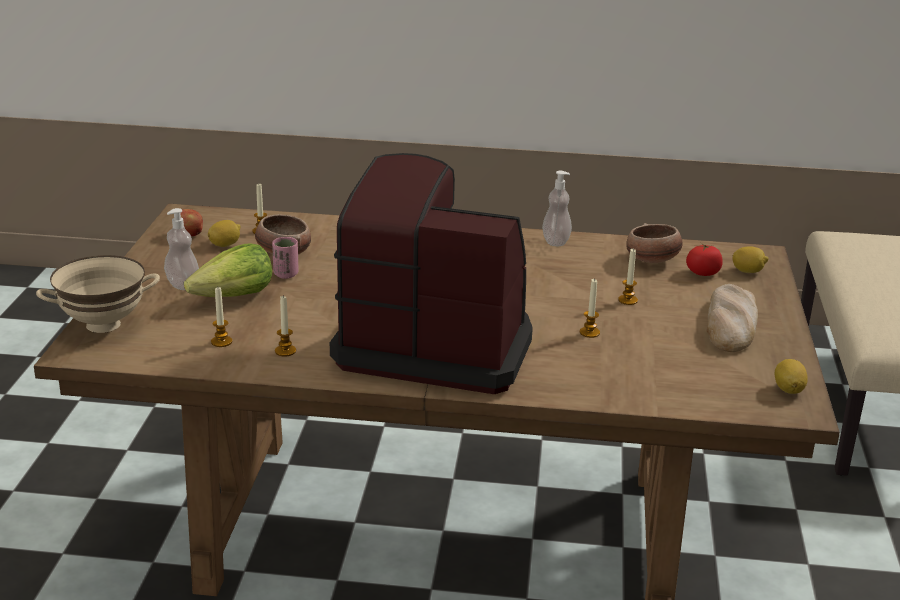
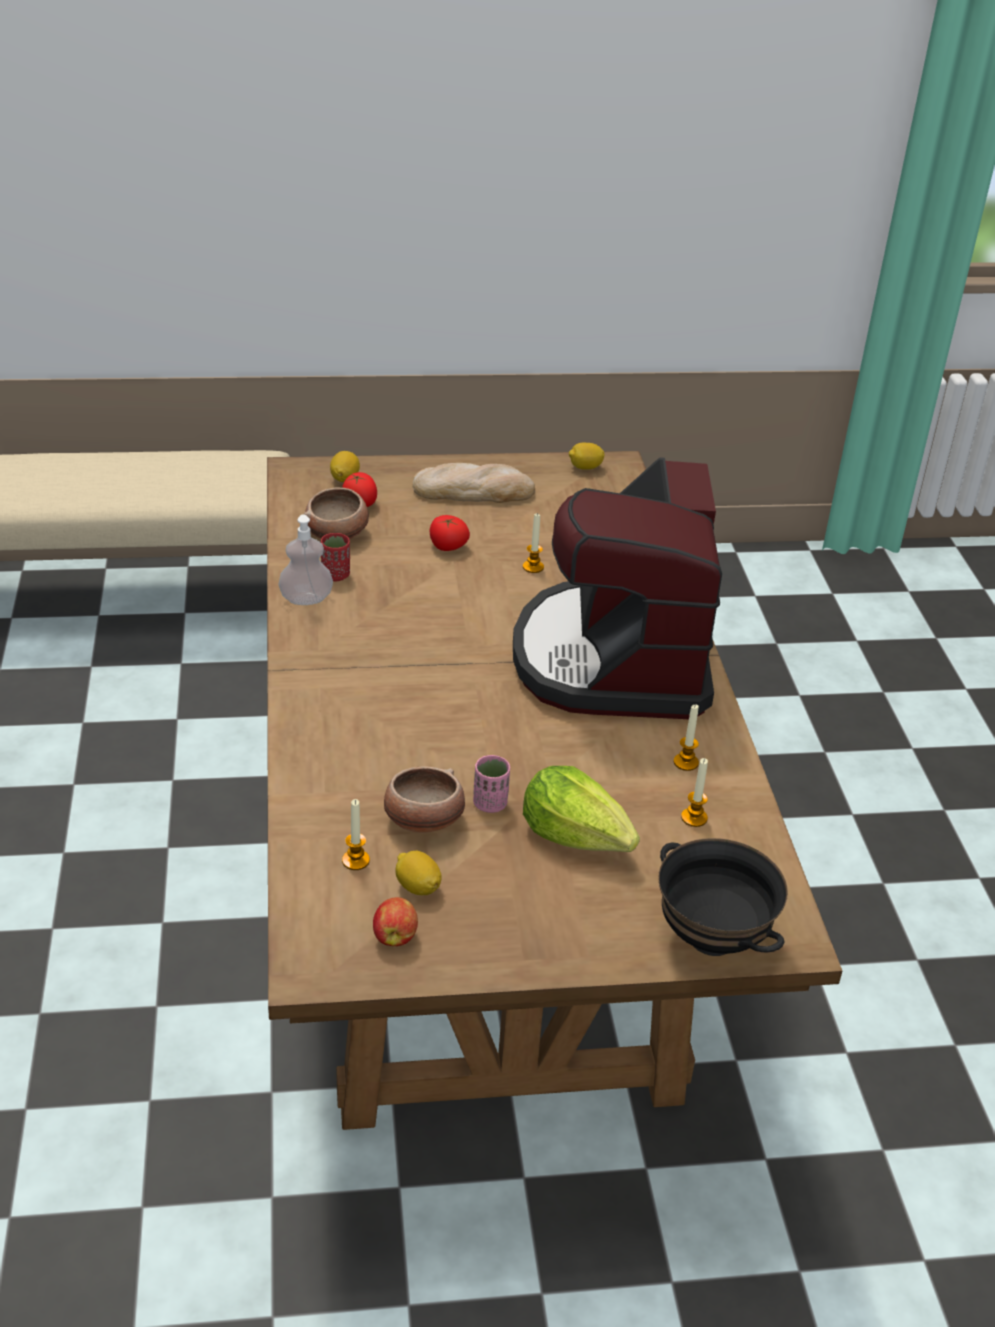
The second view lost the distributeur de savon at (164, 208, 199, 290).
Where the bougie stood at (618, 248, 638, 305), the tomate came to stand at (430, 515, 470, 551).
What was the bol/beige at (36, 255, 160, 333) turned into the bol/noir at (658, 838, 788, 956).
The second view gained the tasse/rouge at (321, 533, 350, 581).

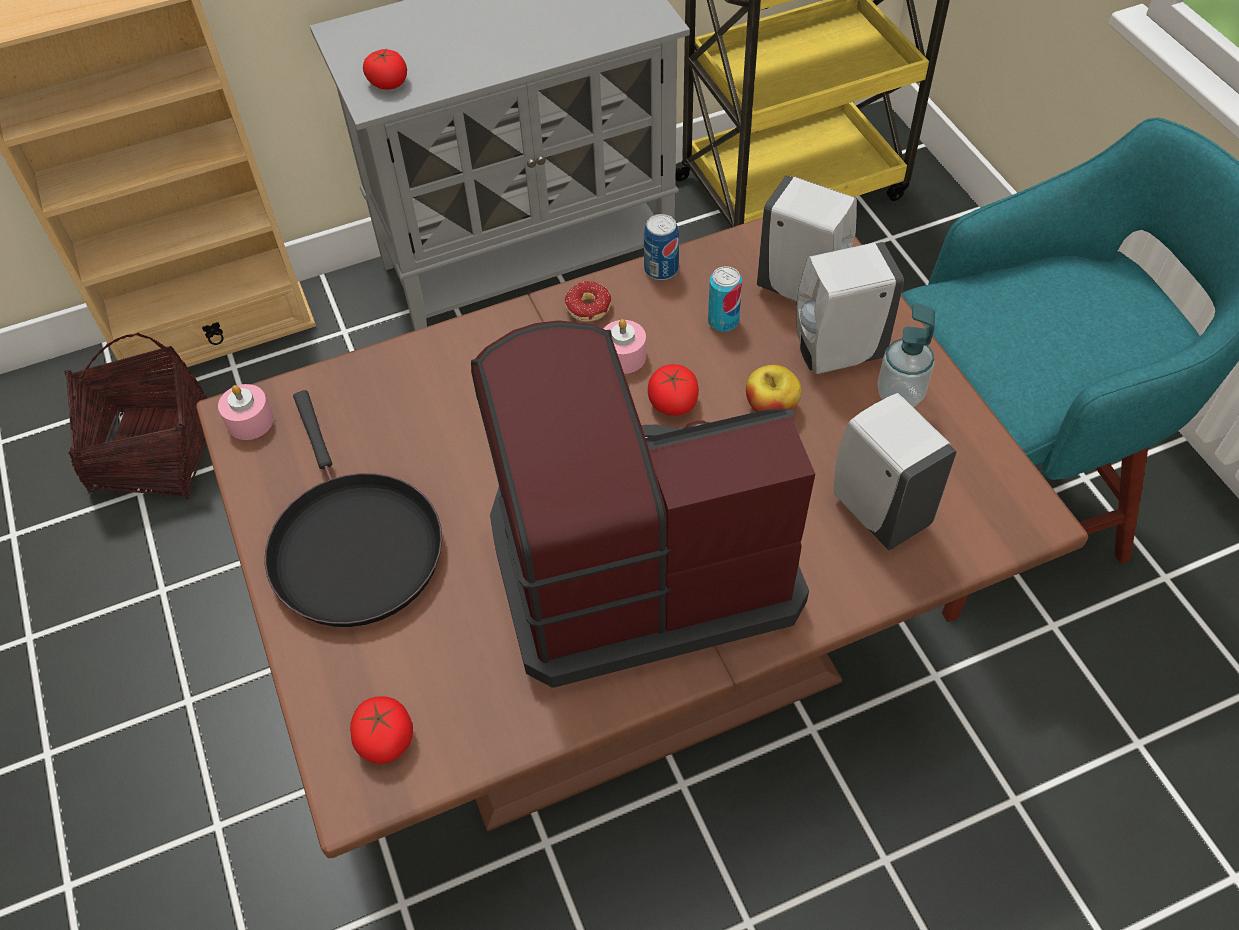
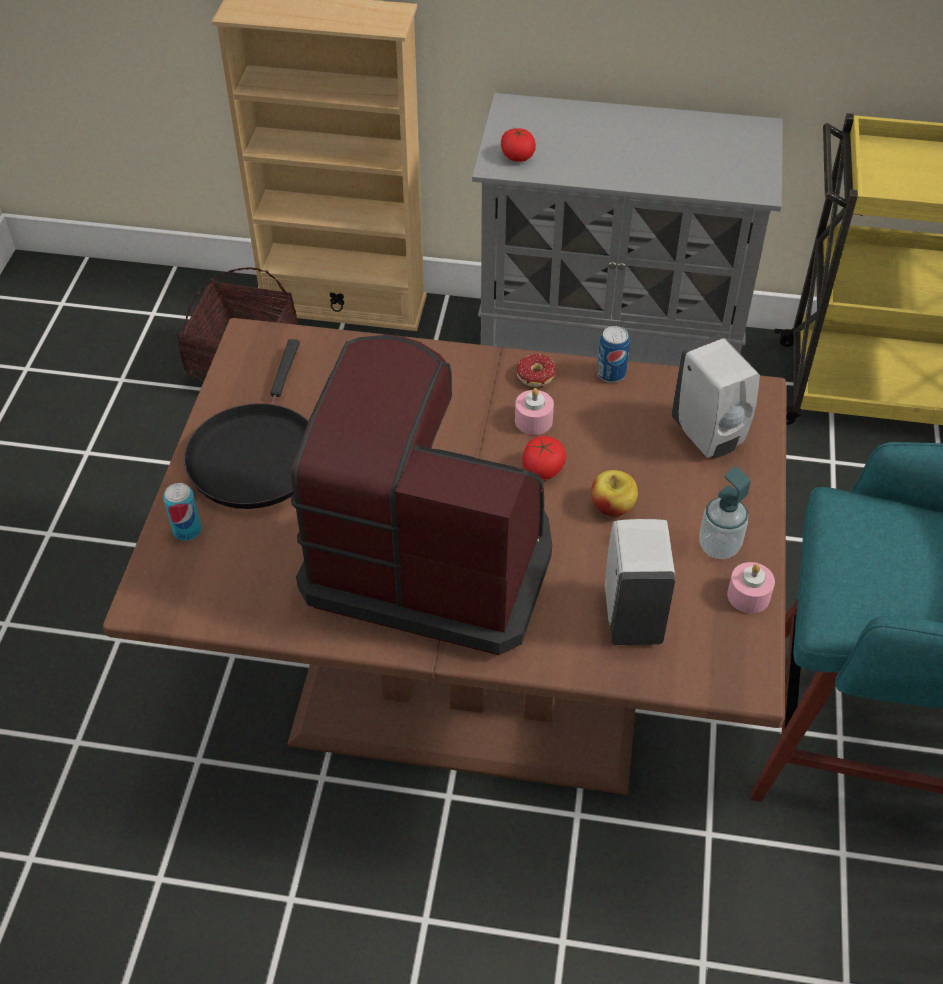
The second view lost the distributeur de savon/blanc at (796, 242, 904, 374).
The boîte métallique ended up elsewhere, having gone from (708, 266, 742, 332) to (163, 483, 202, 541).
The bougie/rose ended up elsewhere, having gone from (218, 384, 274, 440) to (727, 562, 775, 613).
The second view lost the tomate at (350, 696, 413, 764).

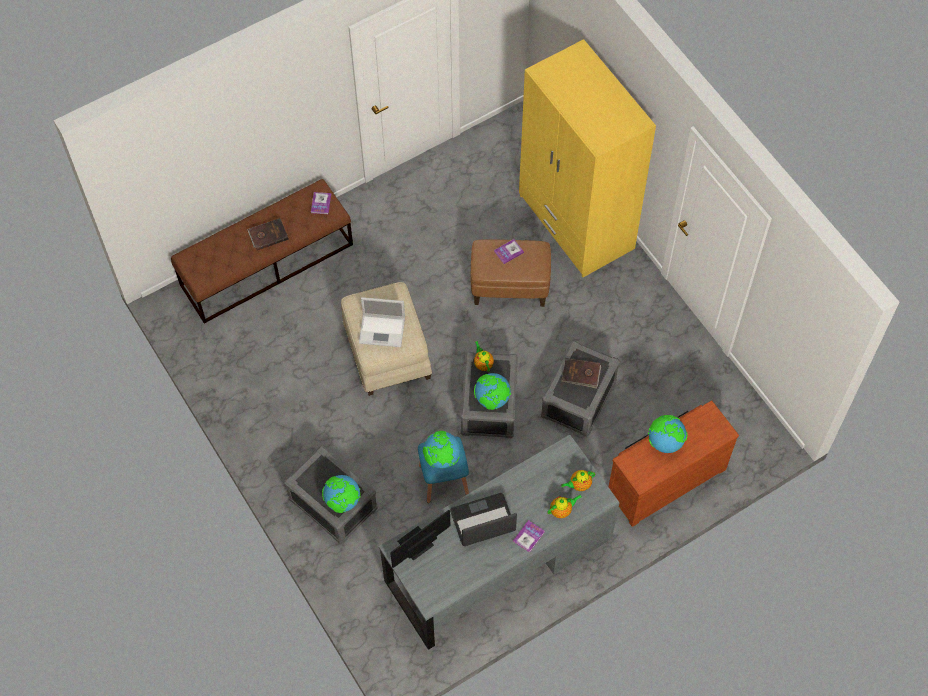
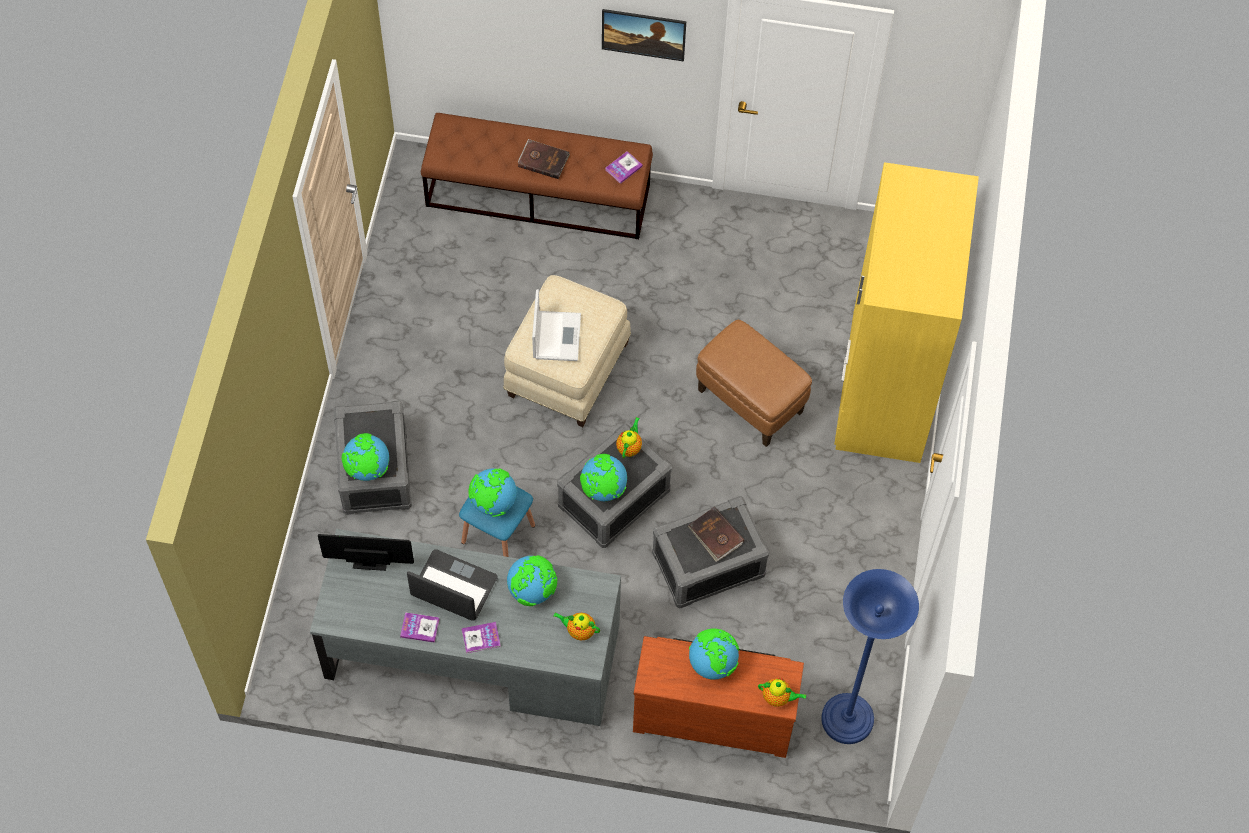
The livre ended up elsewhere, having gone from (494, 239, 524, 264) to (400, 612, 440, 643).
The ordinateur portable at (359, 297, 405, 347) ended up facing another way, 135 degrees counterclockwise from before.
The théière ended up elsewhere, having gone from (547, 495, 581, 518) to (758, 678, 806, 707).
The second view gained the tableau at (602, 9, 686, 62).
The second view gained the globe at (507, 555, 557, 606).
The second view gained the lampadaire/bleu at (821, 569, 919, 744).

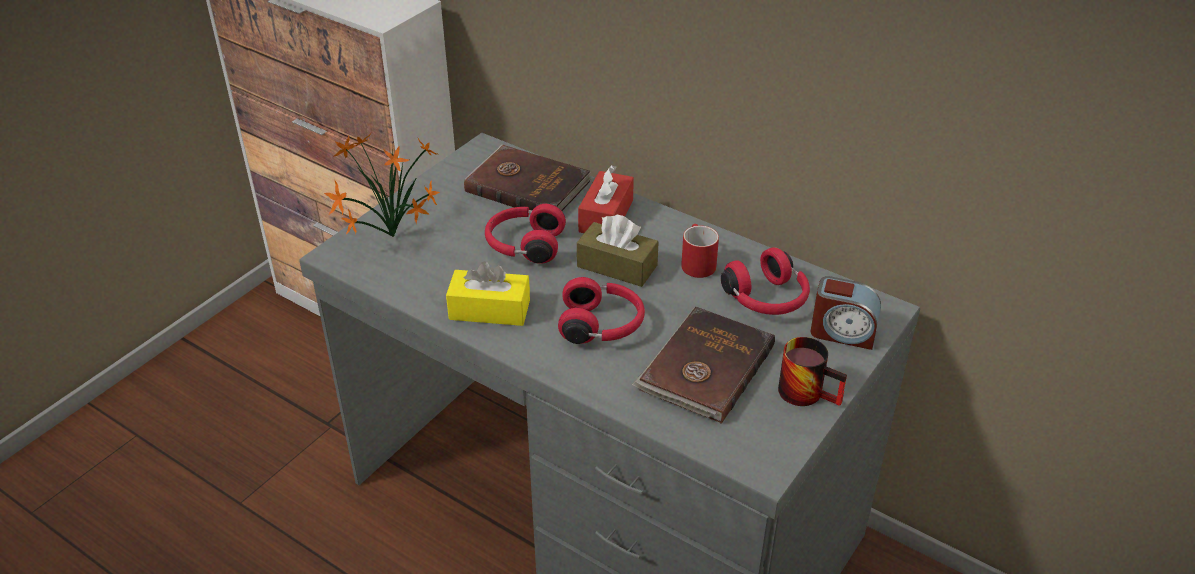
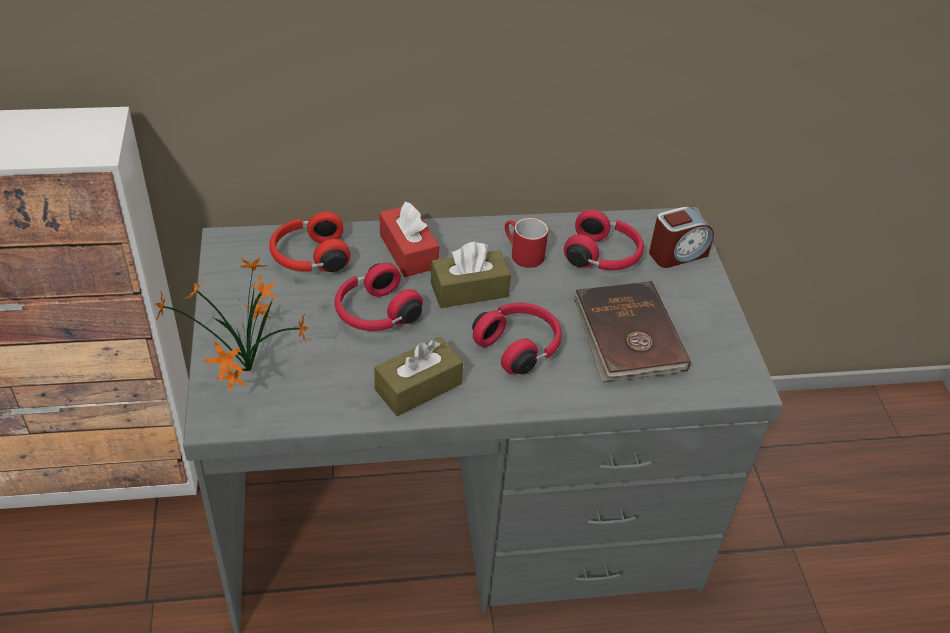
Where the livre/marron stood at (464, 144, 592, 211), the casque audio/rouge came to stand at (269, 212, 350, 272).
What was the boîte à mouchoirs/jaune at (446, 261, 530, 326) turned into the boîte à mouchoirs/marron at (374, 337, 463, 416).
The second view lost the mug at (778, 337, 847, 406).

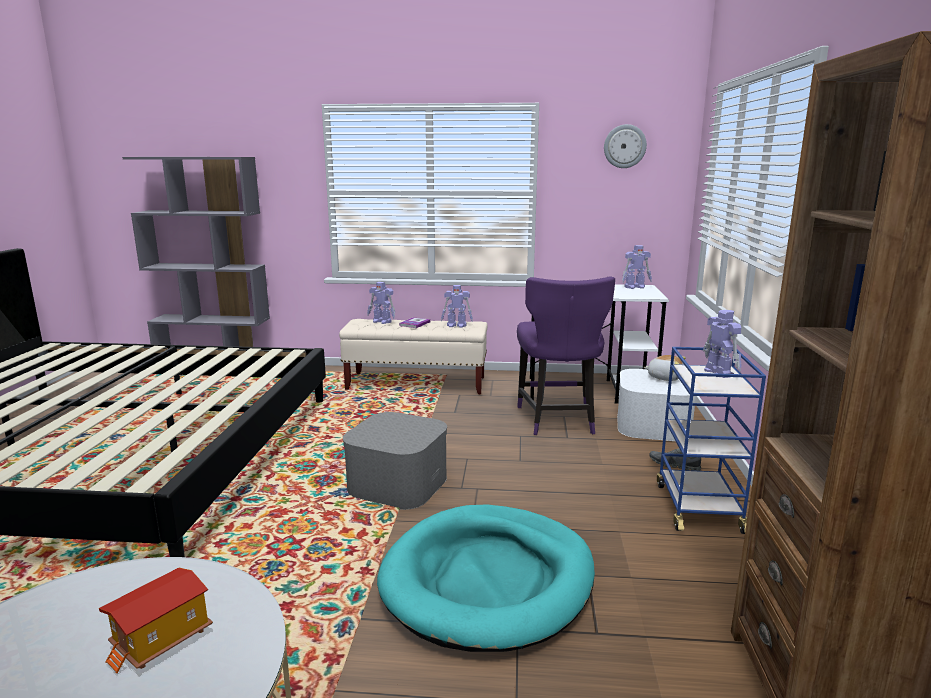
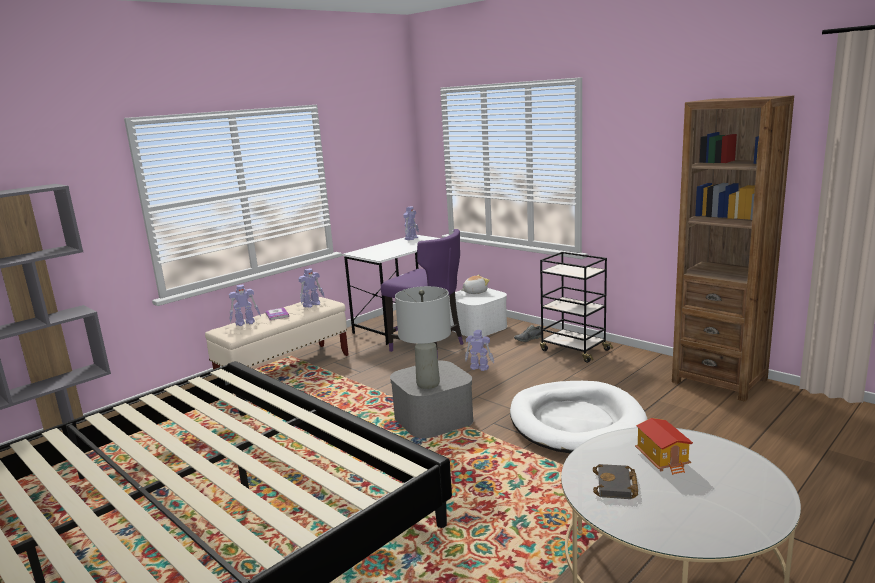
The second view lost the horloge murale at (604, 124, 647, 168).
The robot jouet ended up elsewhere, having gone from (703, 310, 742, 378) to (465, 330, 494, 371).
What was the chariot/bleu at (657, 347, 766, 534) turned into the chariot/noir at (540, 252, 613, 363).
What was the panier pour chien/turquoise at (377, 504, 595, 652) turned into the panier pour chien/blanc at (510, 381, 648, 453).
The second view gained the lampe de table/gris at (395, 286, 451, 389).
The second view gained the livre/noir at (593, 464, 638, 499).

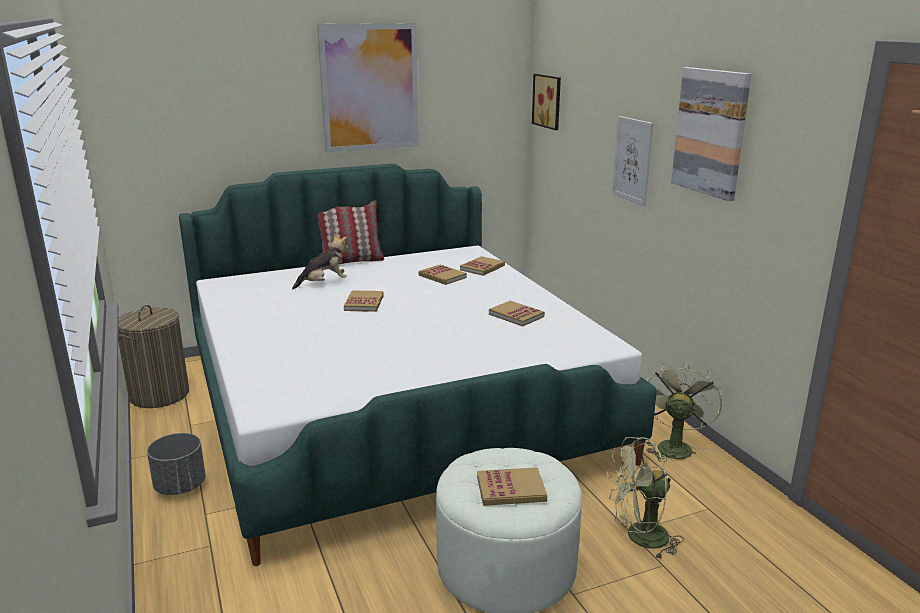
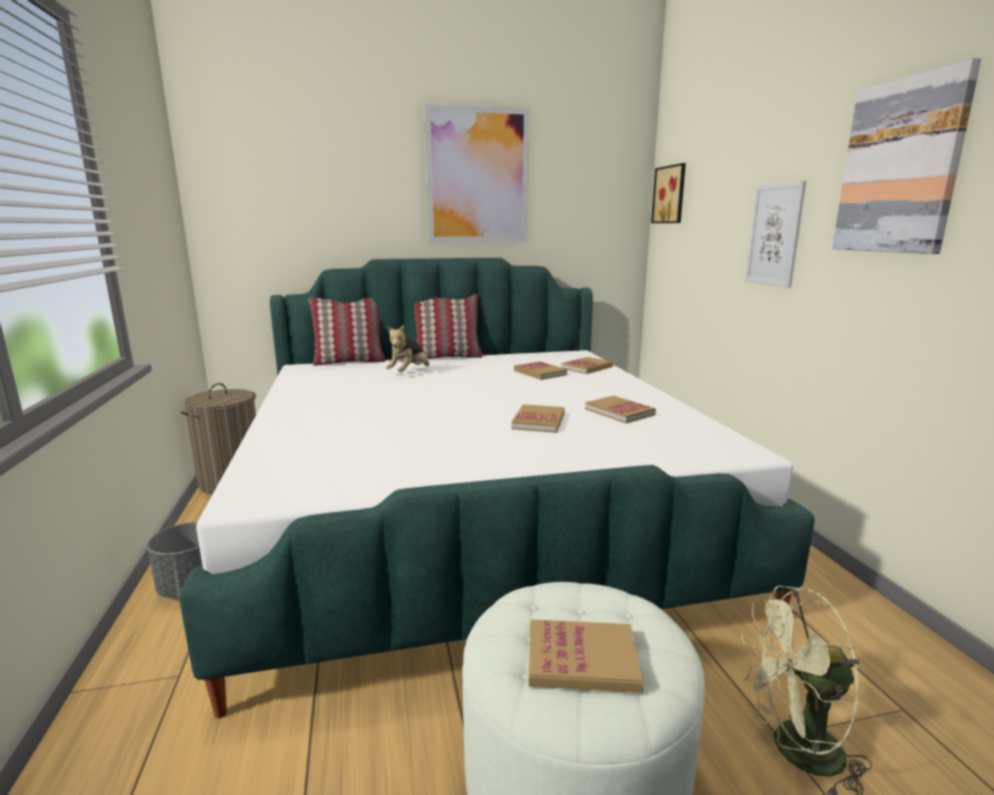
The peluche at (292, 234, 348, 290) ended up facing another way, 135 degrees clockwise from before.
The livre ended up elsewhere, having gone from (344, 290, 384, 312) to (512, 404, 565, 433).
The second view lost the ventilateur/vert at (646, 362, 722, 462).
The second view gained the coussin at (309, 298, 385, 366).

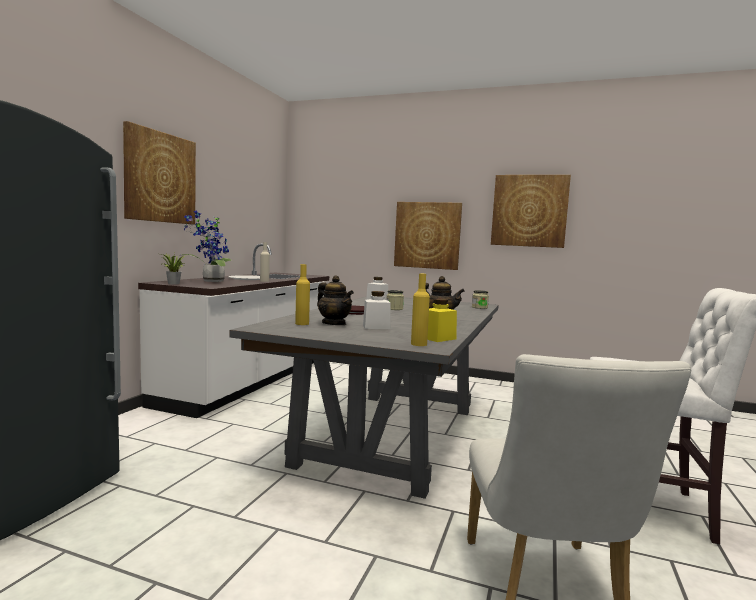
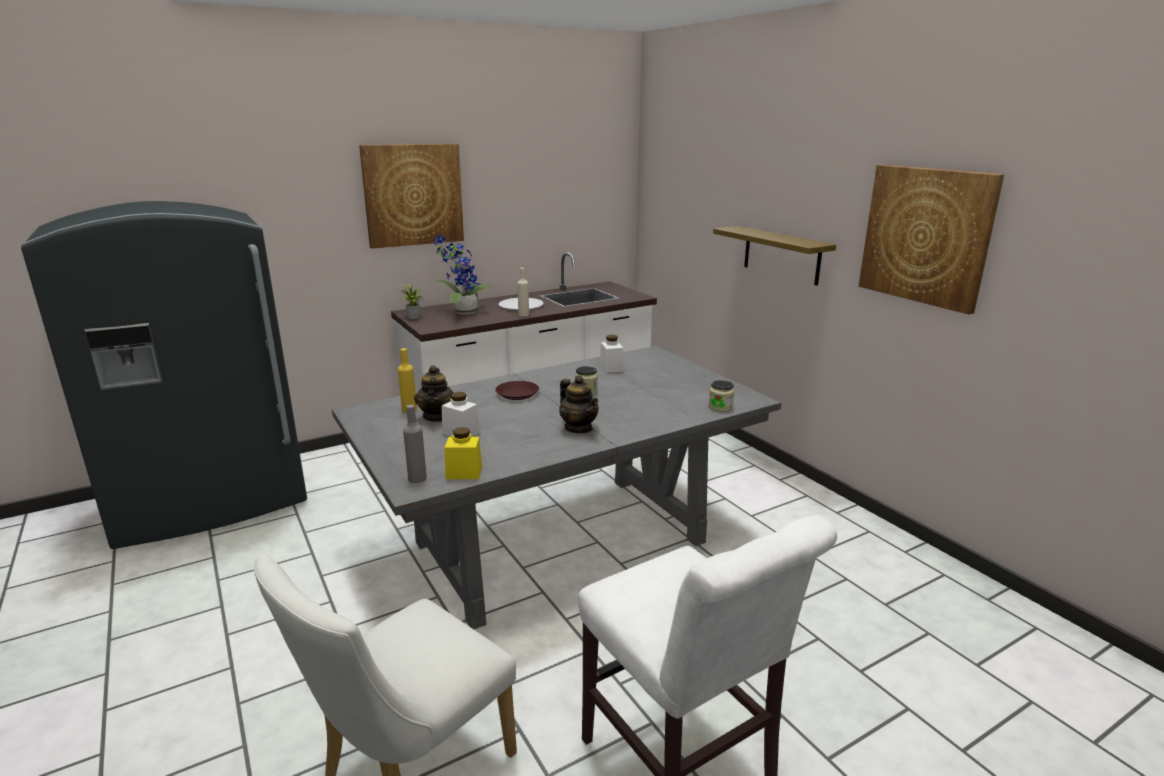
Where the tableau hung at (394, 202, 462, 270), the étagère came to hang at (713, 226, 836, 286).
What was the bouteille/jaune at (411, 274, 430, 346) turned into the bouteille/gris at (403, 405, 427, 483).

